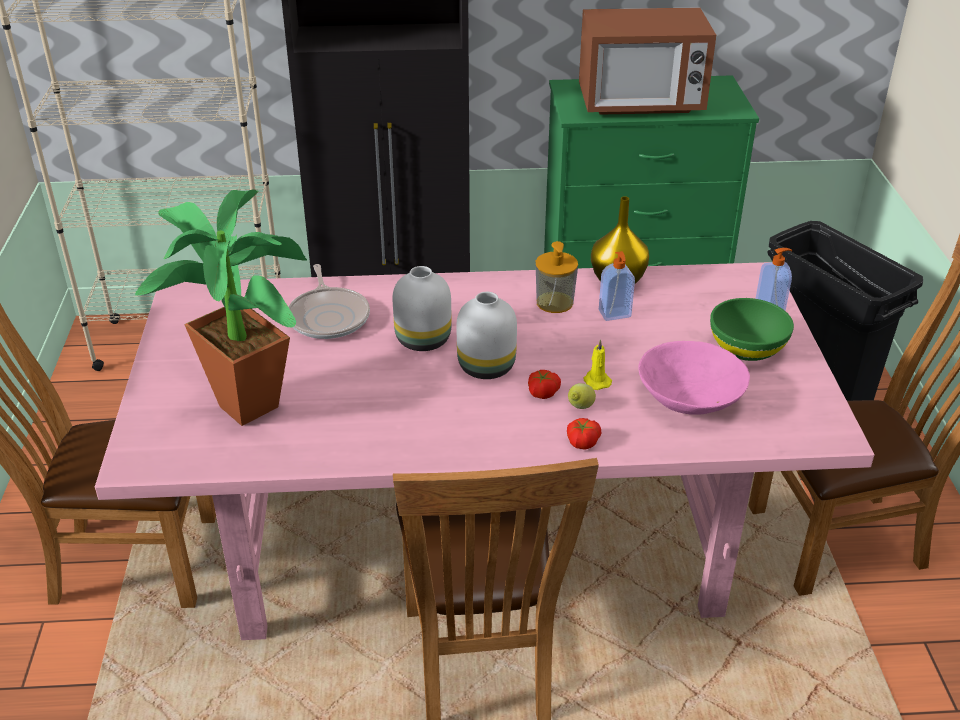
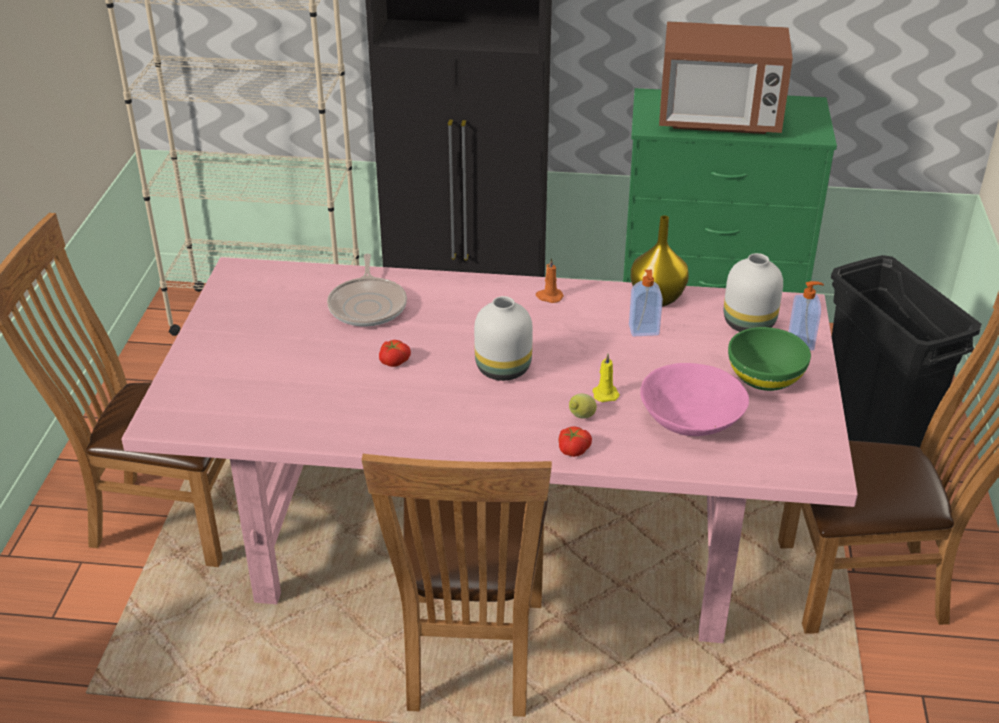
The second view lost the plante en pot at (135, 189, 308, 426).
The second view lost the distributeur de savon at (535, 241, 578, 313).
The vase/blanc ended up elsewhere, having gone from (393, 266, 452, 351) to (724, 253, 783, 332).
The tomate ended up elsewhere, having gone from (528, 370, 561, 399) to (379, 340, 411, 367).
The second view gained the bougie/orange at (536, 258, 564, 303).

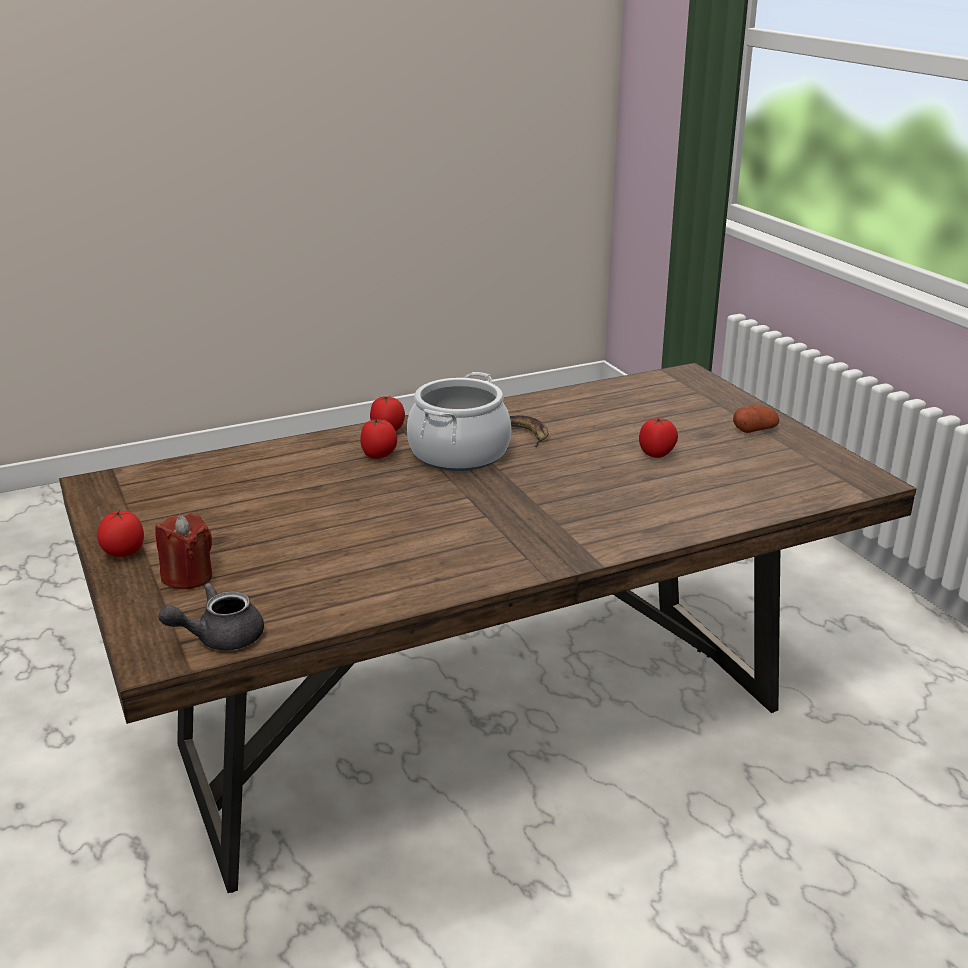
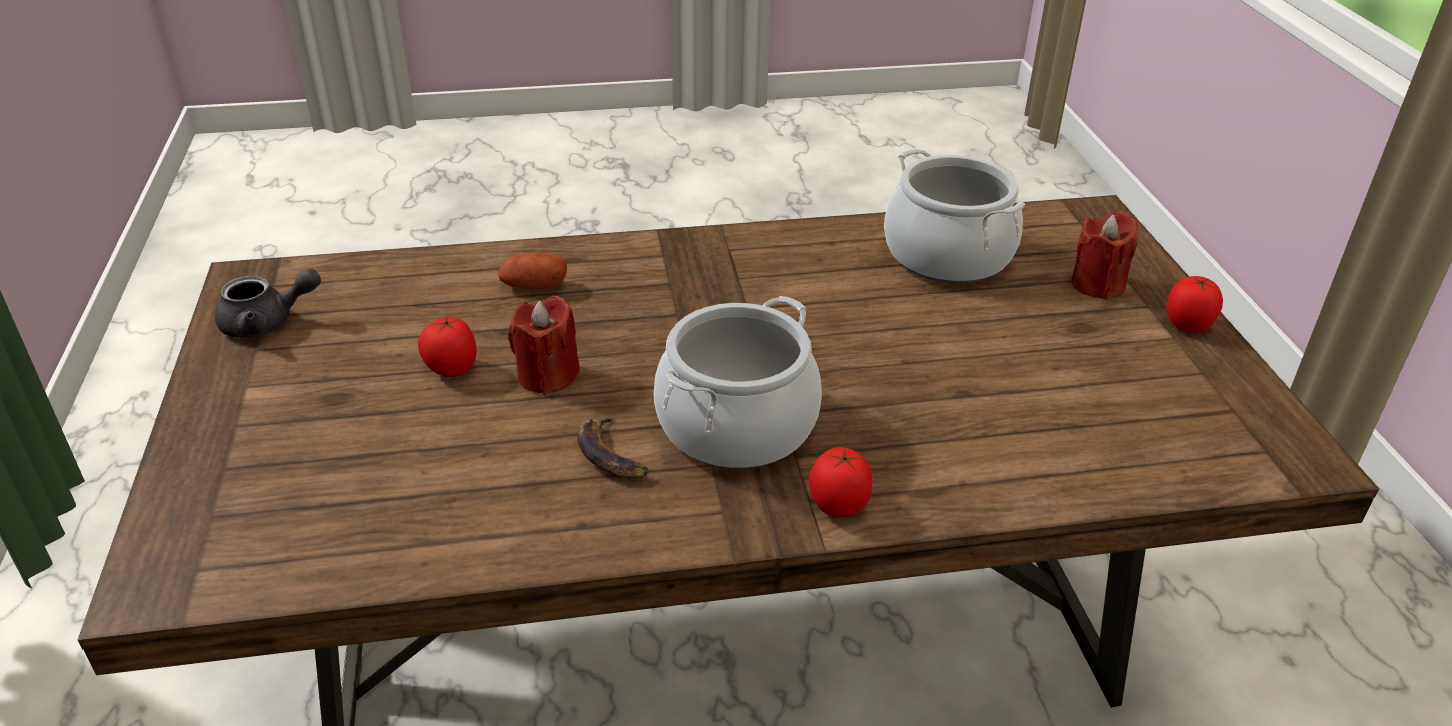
The pomme de terre ended up elsewhere, having gone from (733, 404, 779, 433) to (498, 253, 567, 289).
The second view lost the tomate at (360, 419, 397, 459).
The théière/gris ended up elsewhere, having gone from (159, 583, 264, 650) to (215, 268, 321, 338).
The second view gained the marmite at (884, 148, 1025, 283).
The second view gained the bougie/rouge at (508, 296, 580, 395).

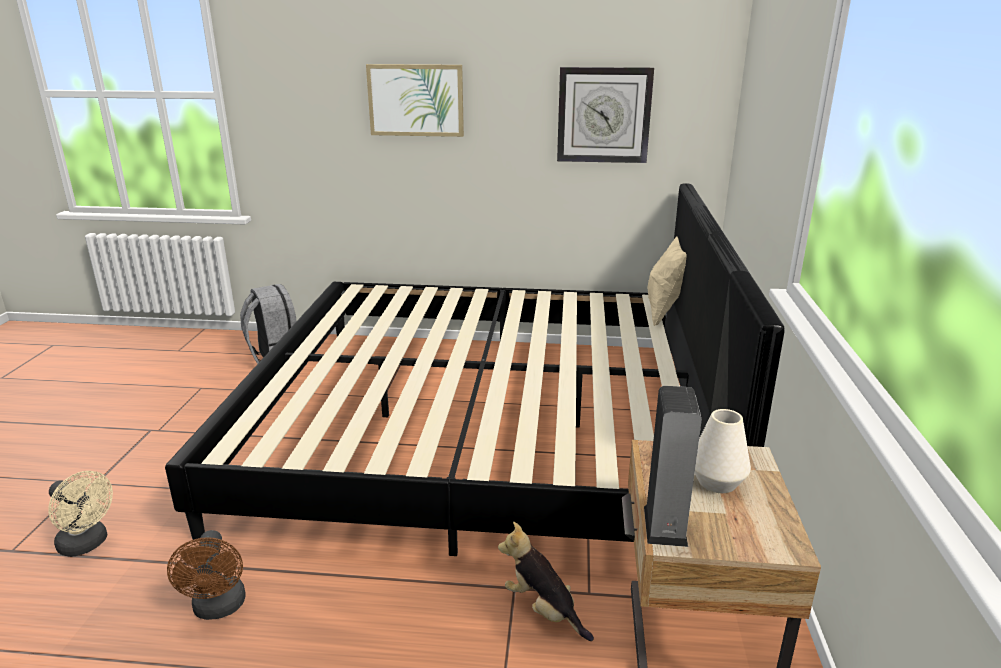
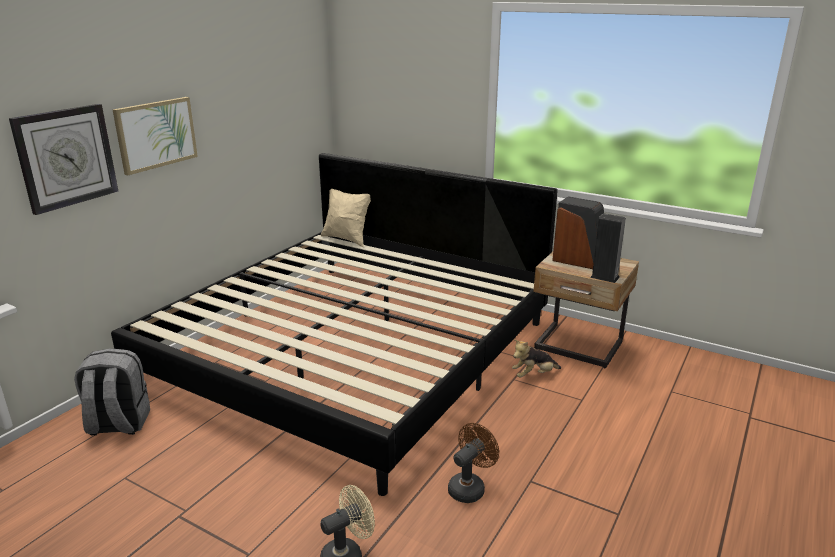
The horloge murale ended up elsewhere, having gone from (557, 67, 654, 163) to (9, 104, 119, 215).
Where the vase/blanc stood at (695, 409, 751, 493), the enceinte came to stand at (552, 196, 604, 269).
The ventilateur/marron at (167, 530, 246, 620) ended up facing another way, 60 degrees counterclockwise from before.

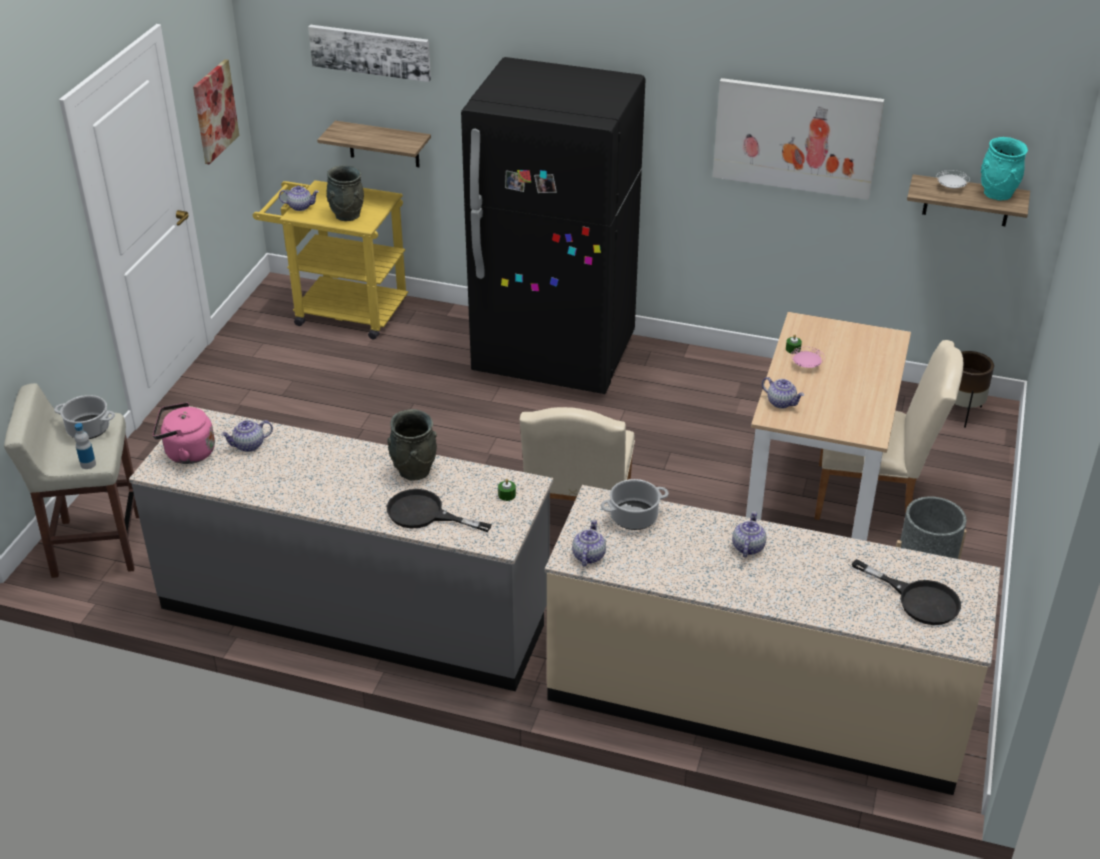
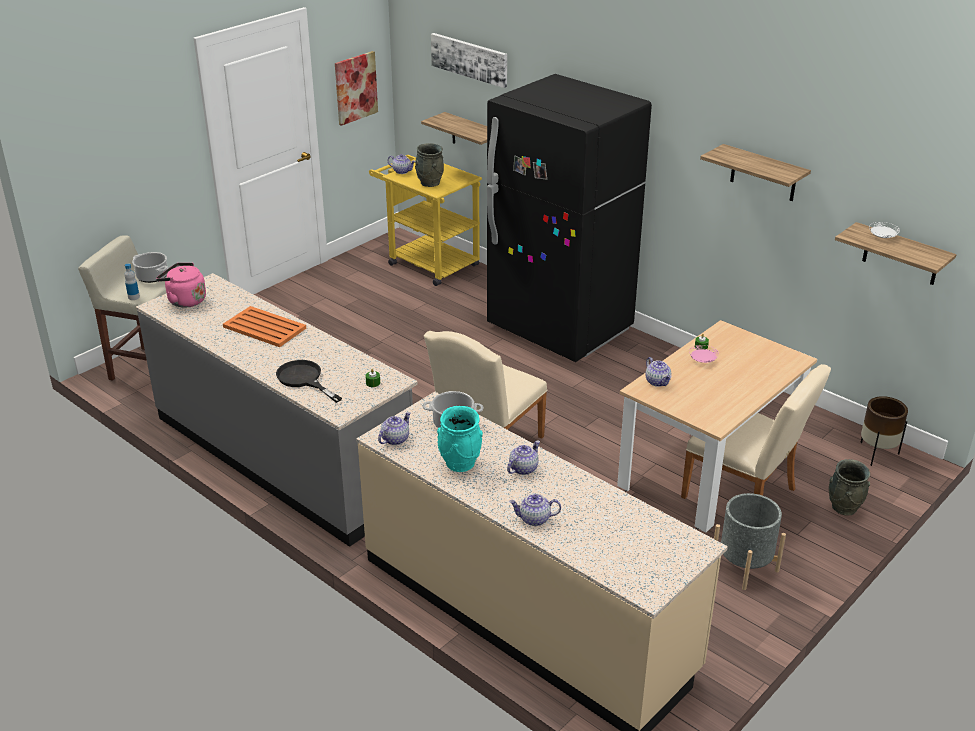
Where the tableau hung at (713, 78, 884, 200), the étagère came to hang at (700, 144, 811, 201).
The vase/turquoise ended up elsewhere, having gone from (981, 137, 1028, 201) to (437, 406, 483, 472).
The vase/gris ended up elsewhere, having gone from (387, 409, 437, 481) to (829, 459, 870, 515).
The théière ended up elsewhere, having gone from (221, 420, 273, 452) to (509, 494, 561, 526).
The second view lost the poêle/noir at (852, 559, 961, 625).
The second view gained the plateau/orange at (223, 306, 306, 347).

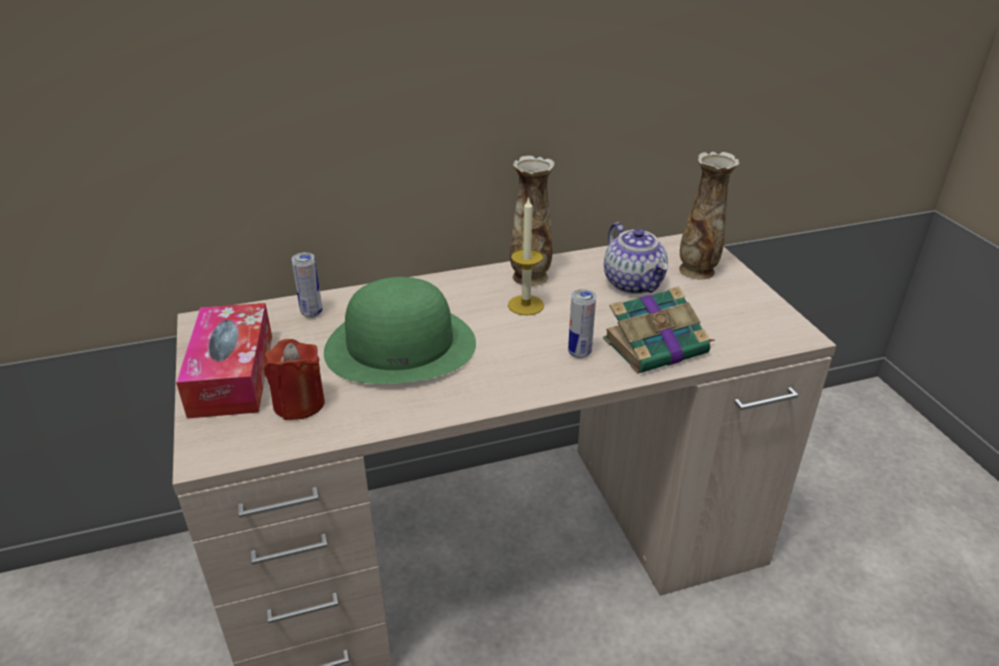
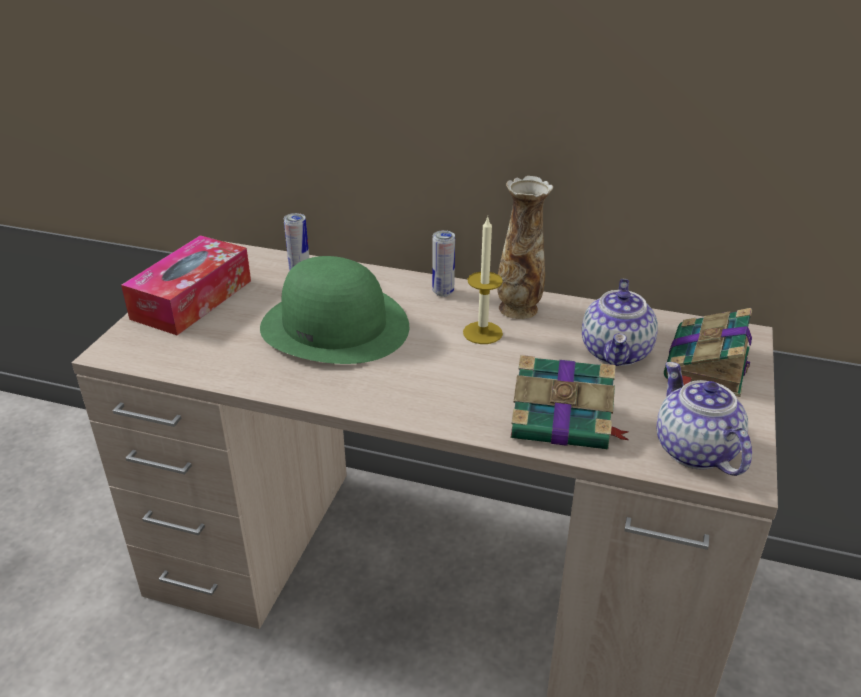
Where the vase stood at (679, 152, 739, 280), the livre came to stand at (664, 308, 752, 397).
The boîte métallique ended up elsewhere, having gone from (568, 289, 596, 358) to (432, 230, 455, 296).
The second view lost the bougie/rouge at (264, 339, 325, 420).
The second view gained the théière at (657, 362, 752, 476).

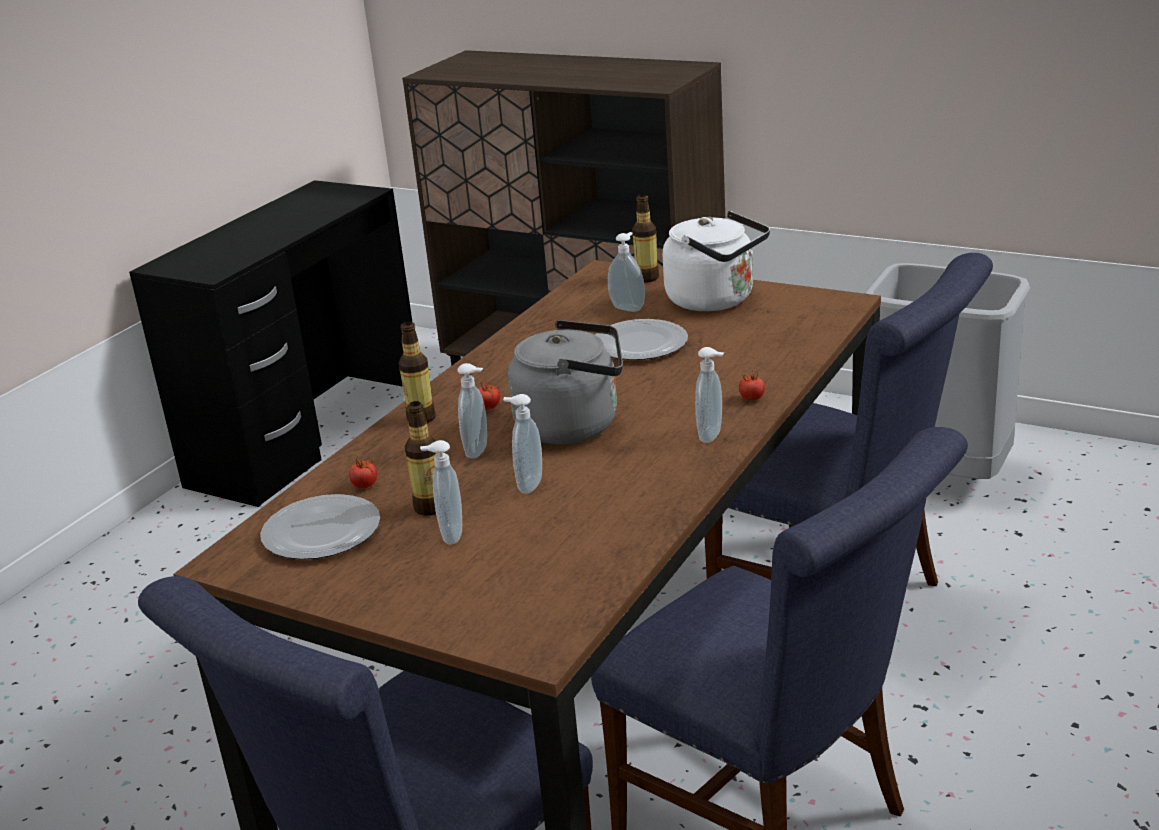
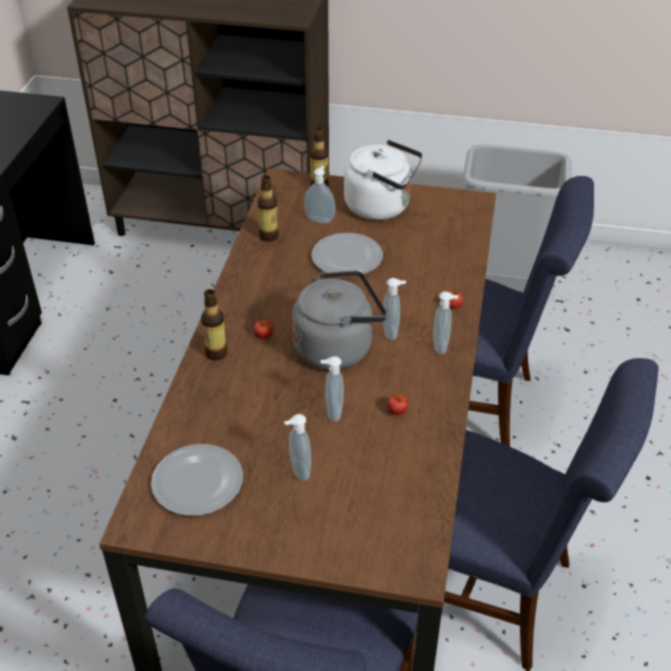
The distributeur de savon ended up elsewhere, having gone from (457, 363, 487, 458) to (383, 278, 406, 340).
The bouteille ended up elsewhere, having gone from (404, 401, 438, 516) to (257, 175, 279, 242).
The tomate ended up elsewhere, having gone from (349, 454, 377, 489) to (387, 393, 409, 415).

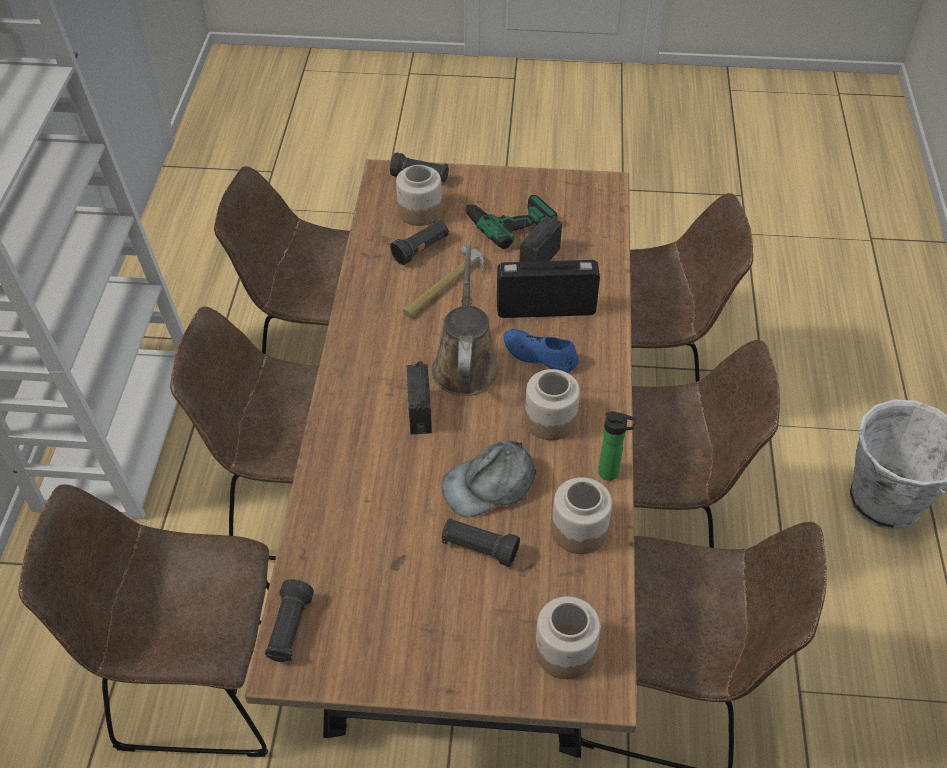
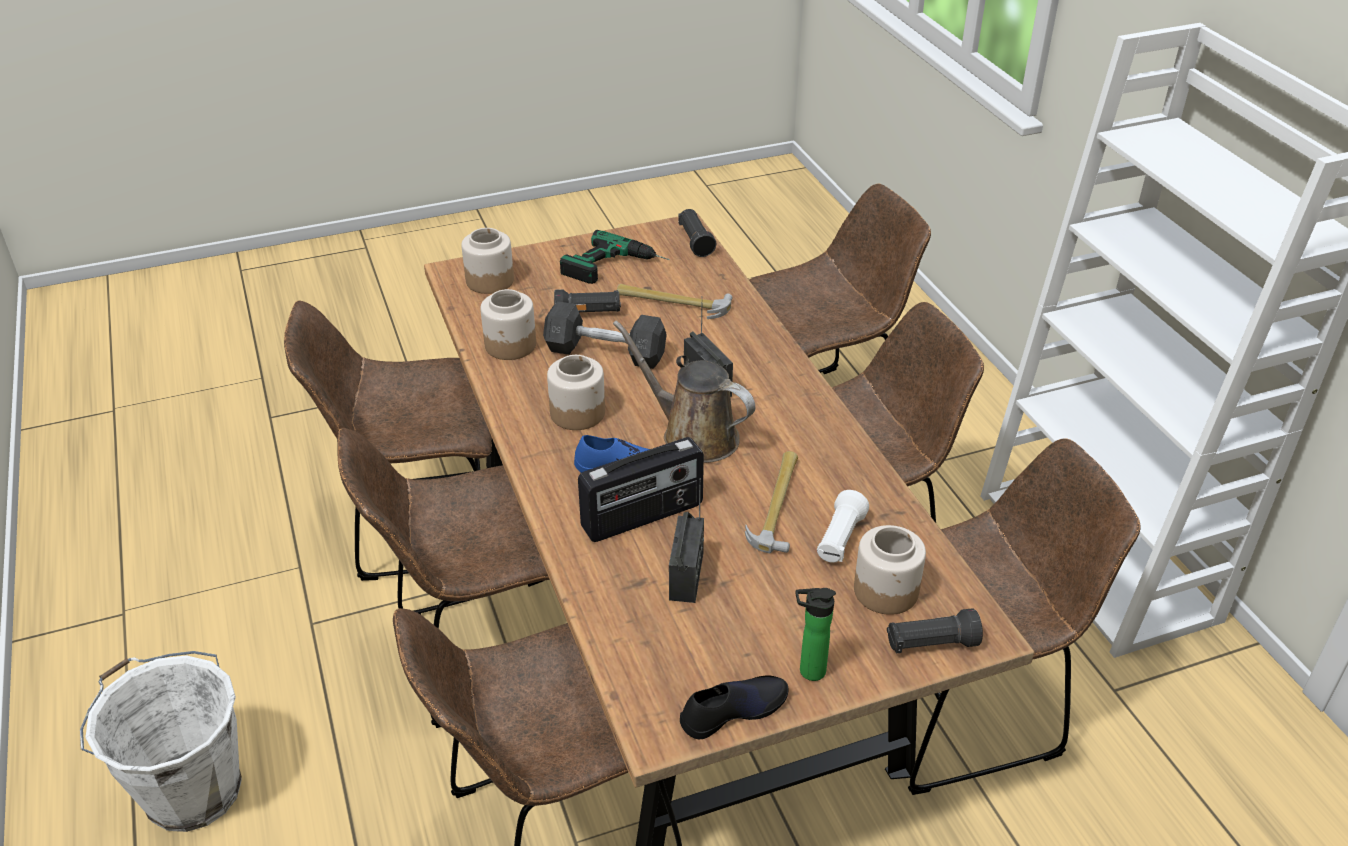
The perceuse ended up elsewhere, having gone from (459, 195, 557, 249) to (560, 230, 670, 284).
What was the lampe de poche/noir at (390, 219, 449, 265) turned into the lampe de poche/blanc at (817, 490, 869, 563).
The arrosoir/marron at (432, 241, 499, 396) ended up facing another way, 150 degrees clockwise from before.
The bouteille ended up elsewhere, having gone from (598, 411, 637, 481) to (796, 588, 836, 681).
Where the casquette/gris stood at (441, 441, 536, 517), the haltère/gris came to stand at (543, 301, 667, 369).
The second view gained the marteau at (617, 284, 732, 319).
The second view gained the chaussure/noir at (680, 675, 788, 739).

